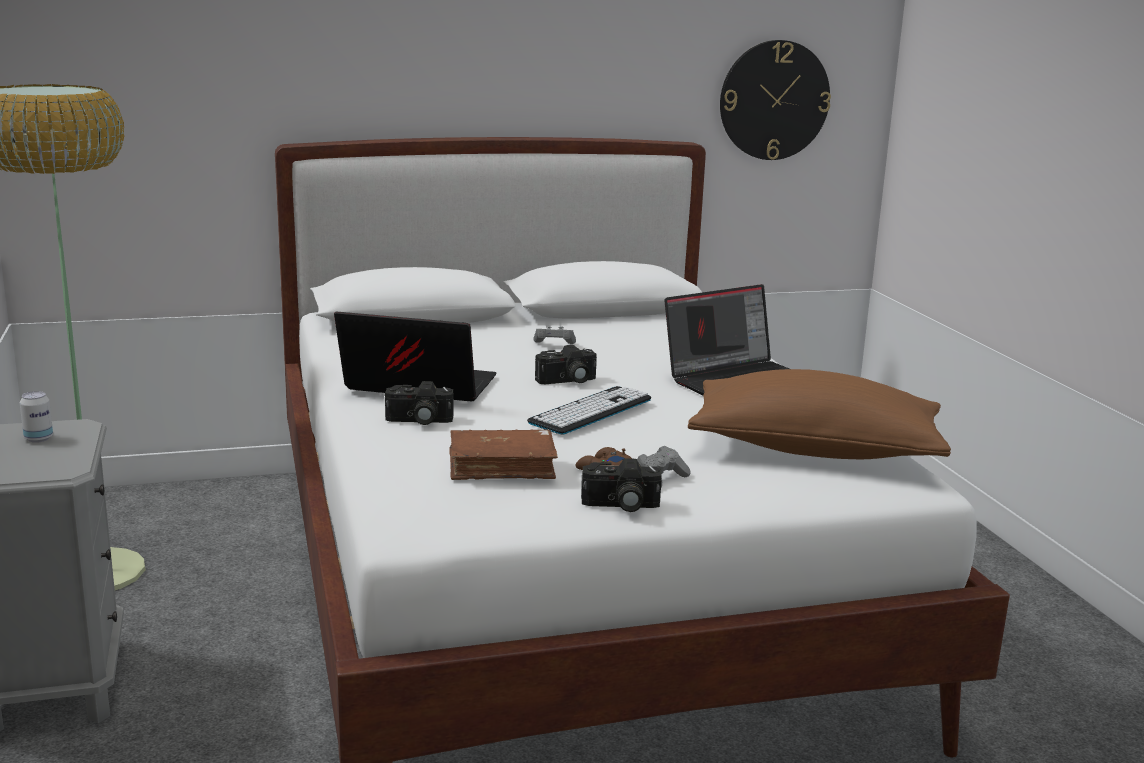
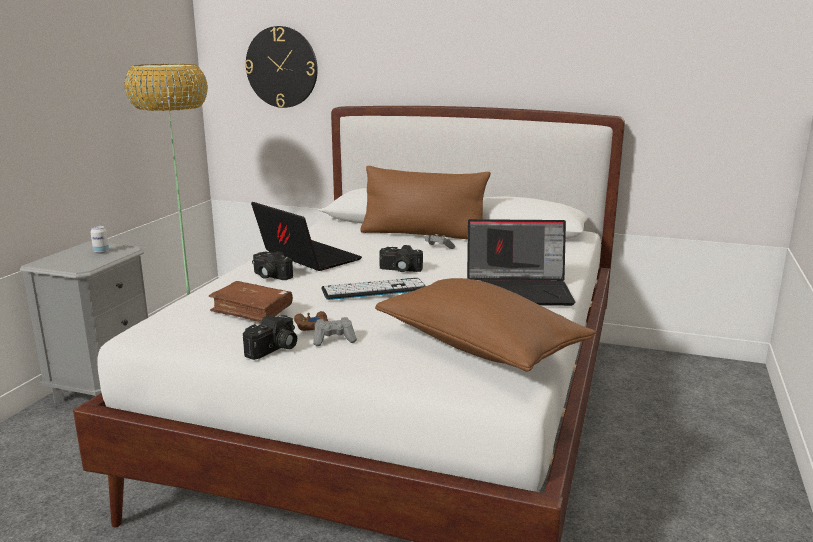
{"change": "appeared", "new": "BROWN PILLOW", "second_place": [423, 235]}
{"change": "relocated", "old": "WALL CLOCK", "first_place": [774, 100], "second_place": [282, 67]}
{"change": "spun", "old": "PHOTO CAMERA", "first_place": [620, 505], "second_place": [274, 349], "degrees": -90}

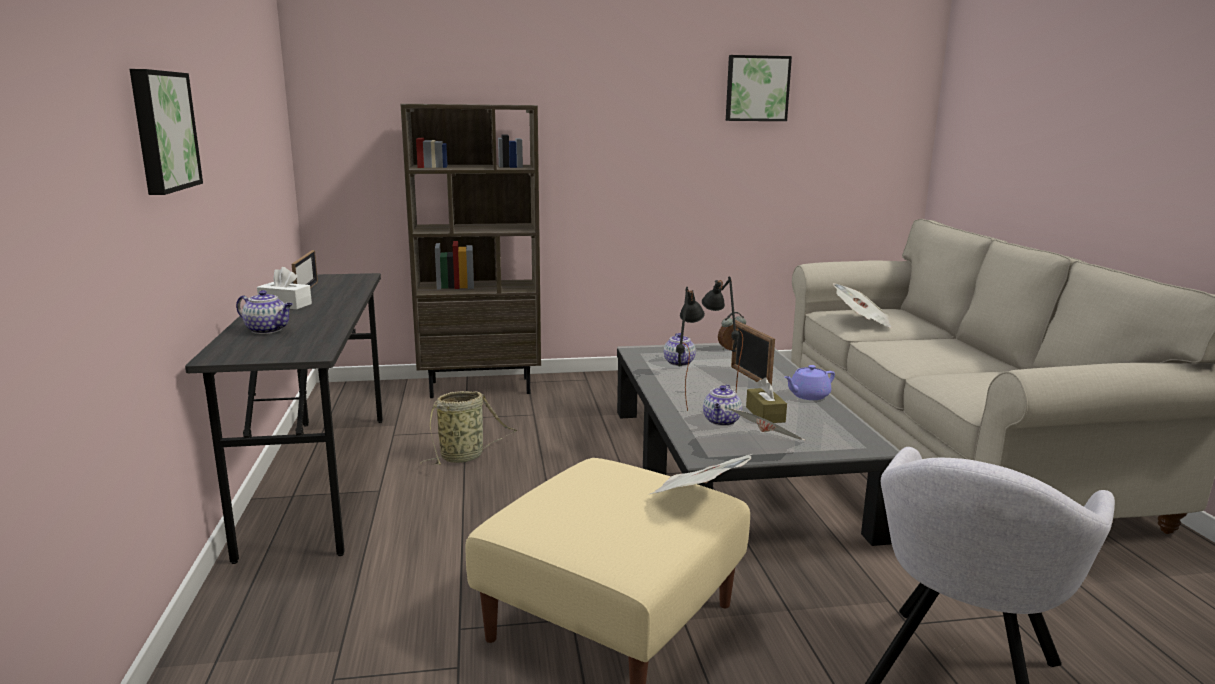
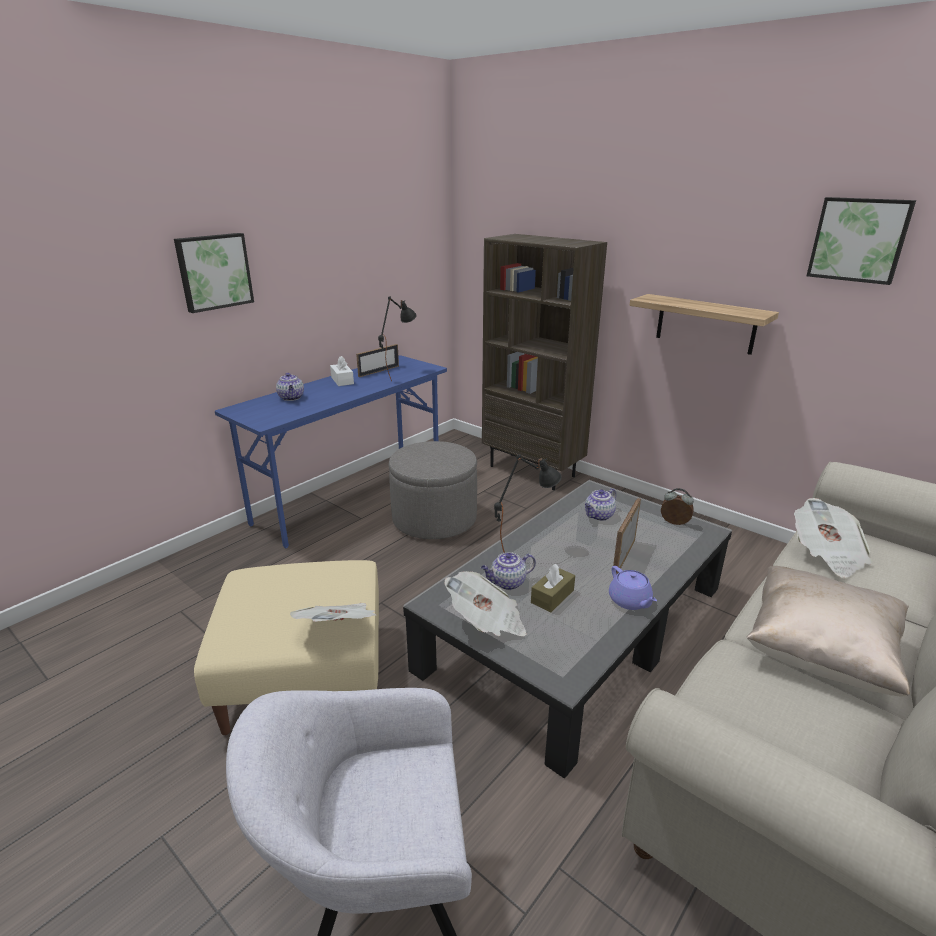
{"change": "appeared", "new": "SHELF", "second_place": [705, 324]}
{"change": "appeared", "new": "BEIGE PILLOW", "second_place": [819, 653]}
{"change": "relocated", "old": "BLACK TABLE LAMP", "first_place": [718, 384], "second_place": [398, 375]}
{"change": "exchanged", "old": "BASKET", "new": "GREY OTTOMAN", "first_place": [465, 456], "second_place": [434, 519]}
{"change": "colour", "old": "GREY DESK", "new": "BLUE DESK", "first_place": [319, 479], "second_place": [351, 496]}
{"change": "spun", "old": "PURPLE TEAPOT", "first_place": [808, 396], "second_place": [630, 601], "degrees": -135}

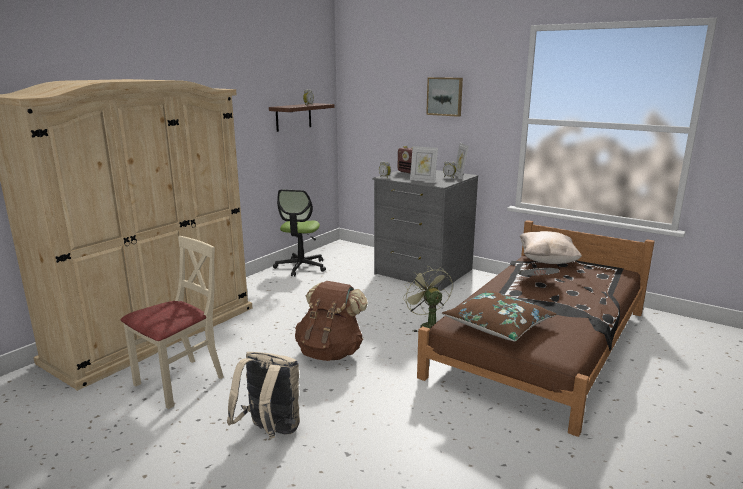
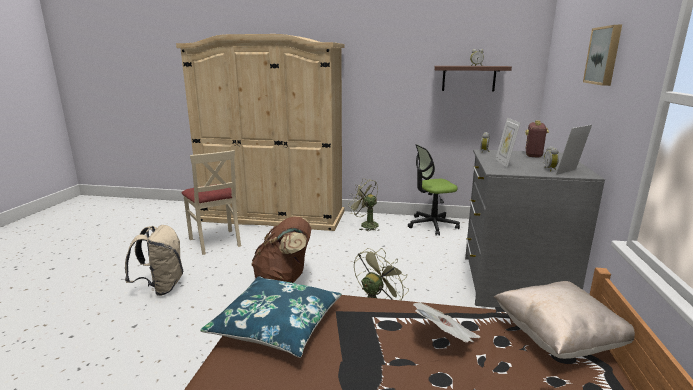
{"change": "appeared", "new": "GREEN FAN", "second_place": [365, 225]}
{"change": "colour", "old": "BROWN PILLOW", "new": "BLUE PILLOW", "first_place": [498, 325], "second_place": [277, 325]}
{"change": "spun", "old": "BEIGE CHAIR", "first_place": [180, 382], "second_place": [216, 242], "degrees": 45}

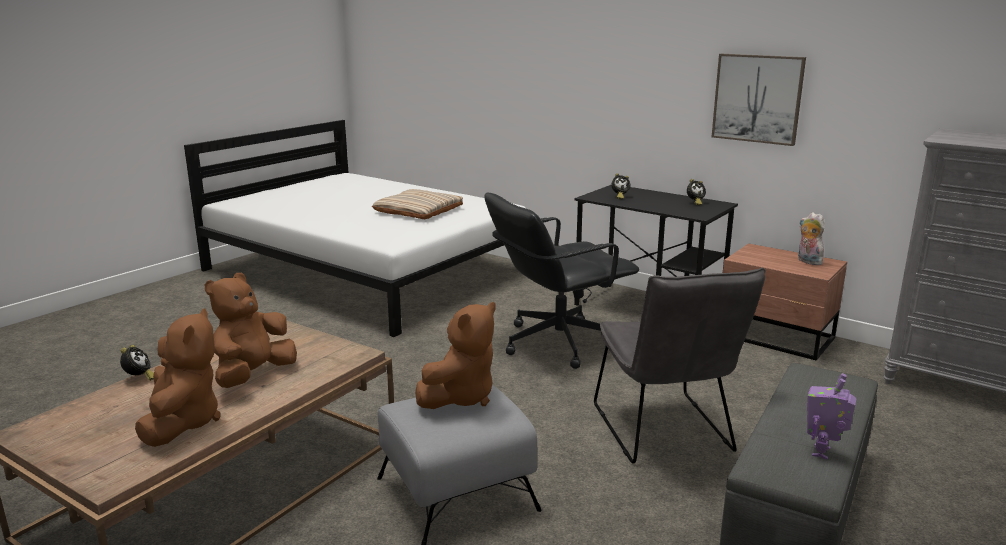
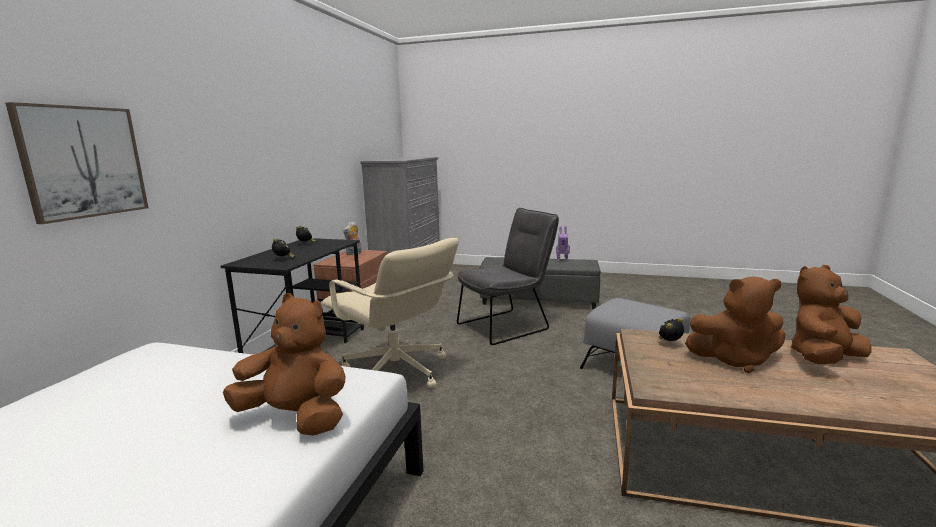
{"change": "missing", "old": "BEIGE PILLOW", "first_place": [418, 210]}
{"change": "relocated", "old": "ALARM CLOCK", "first_place": [139, 378], "second_place": [670, 343]}
{"change": "relocated", "old": "BROWN PLUSH TOY", "first_place": [460, 397], "second_place": [296, 417]}
{"change": "relocated", "old": "PICTURE", "first_place": [757, 98], "second_place": [83, 162]}
{"change": "colour", "old": "BLACK OFFICE CHAIR", "new": "BEIGE OFFICE CHAIR", "first_place": [557, 342], "second_place": [396, 372]}

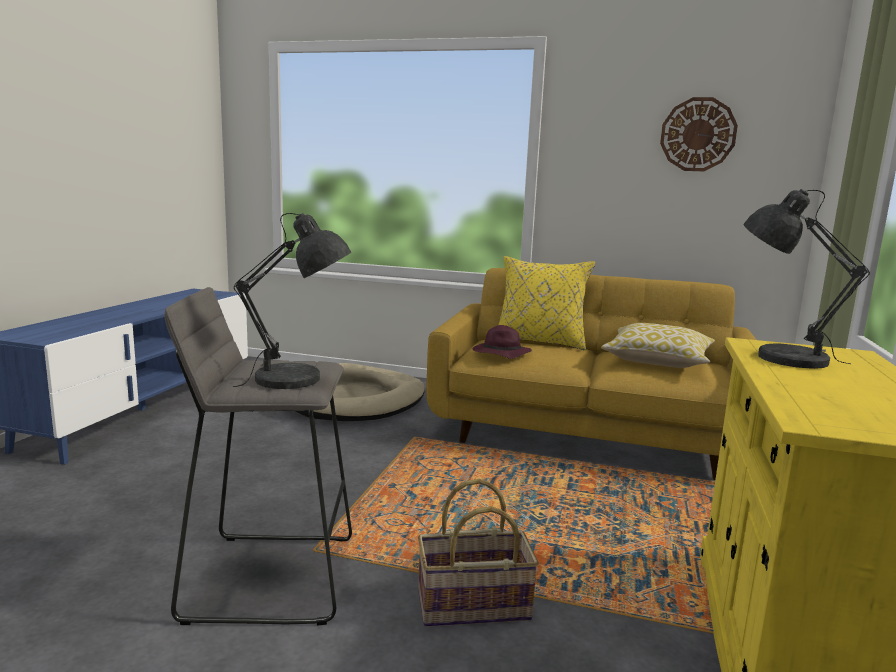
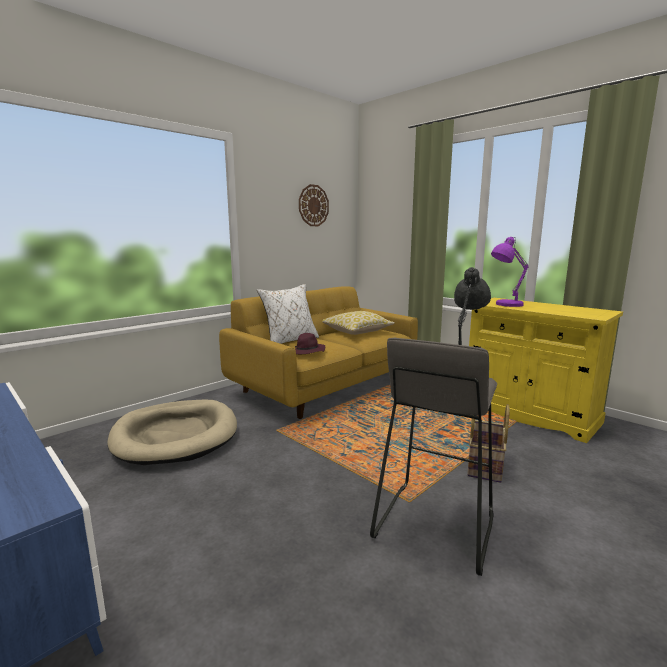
{"change": "colour", "old": "YELLOW PILLOW", "new": "WHITE PILLOW", "first_place": [540, 341], "second_place": [289, 340]}
{"change": "colour", "old": "GREY TABLE LAMP", "new": "PURPLE TABLE LAMP", "first_place": [782, 358], "second_place": [506, 305]}

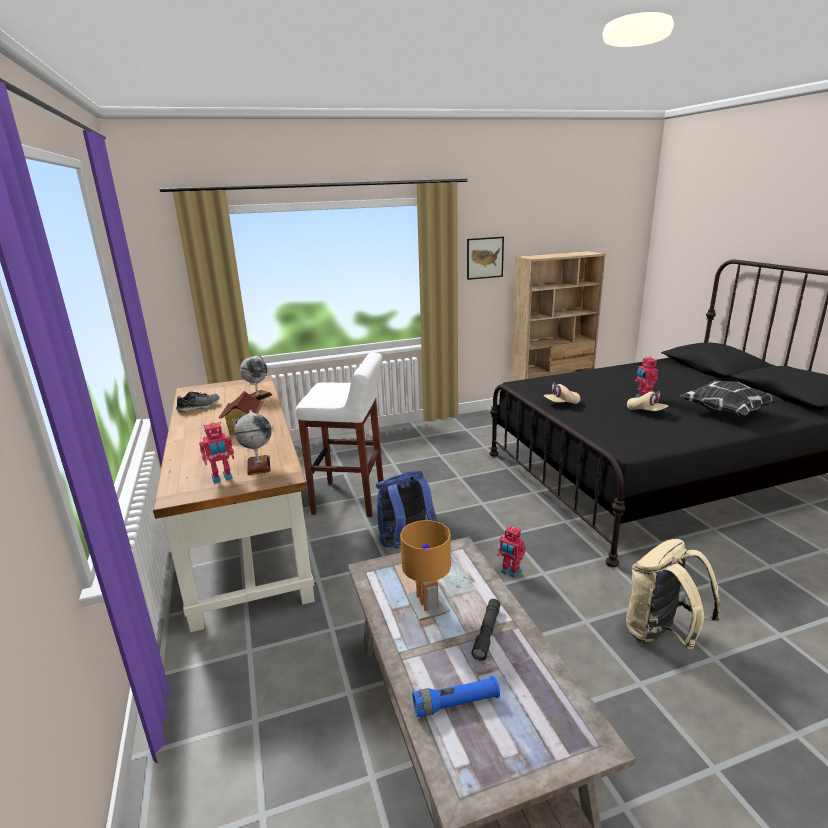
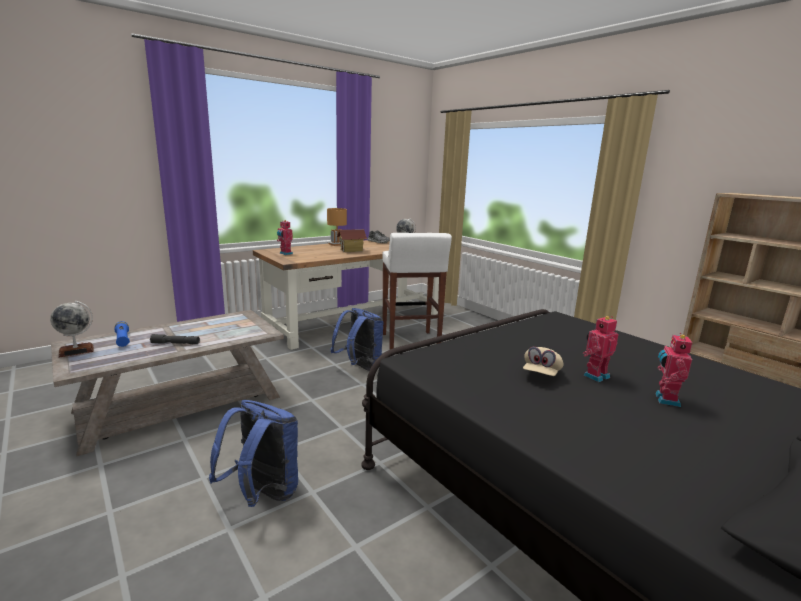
{"change": "missing", "old": "PICTURE", "first_place": [485, 258]}
{"change": "missing", "old": "BEIGE CAP", "first_place": [561, 403]}
{"change": "missing", "old": "PILLOW", "first_place": [725, 412]}
{"change": "relocated", "old": "GLOBE", "first_place": [258, 466], "second_place": [76, 351]}
{"change": "relocated", "old": "BROWN TABLE LAMP", "first_place": [427, 606], "second_place": [337, 244]}
{"change": "relocated", "old": "TOY ROBOT", "first_place": [510, 572], "second_place": [665, 399]}
{"change": "colour", "old": "BEIGE BACKPACK", "new": "BLUE BACKPACK", "first_place": [661, 634], "second_place": [262, 494]}

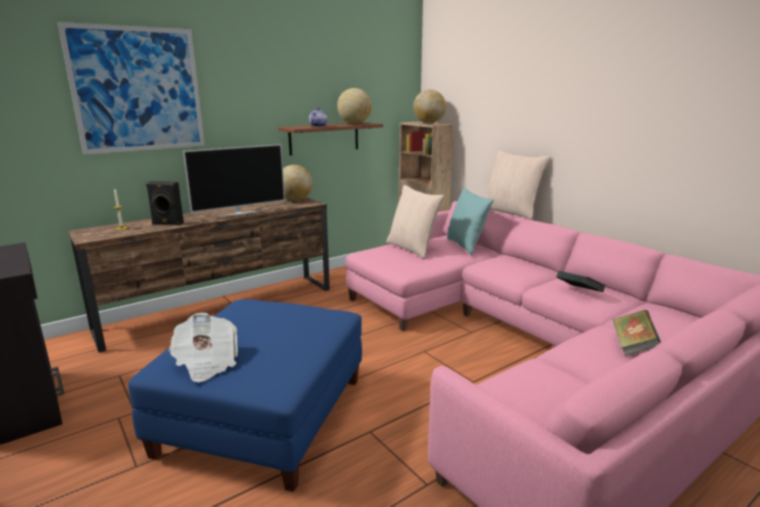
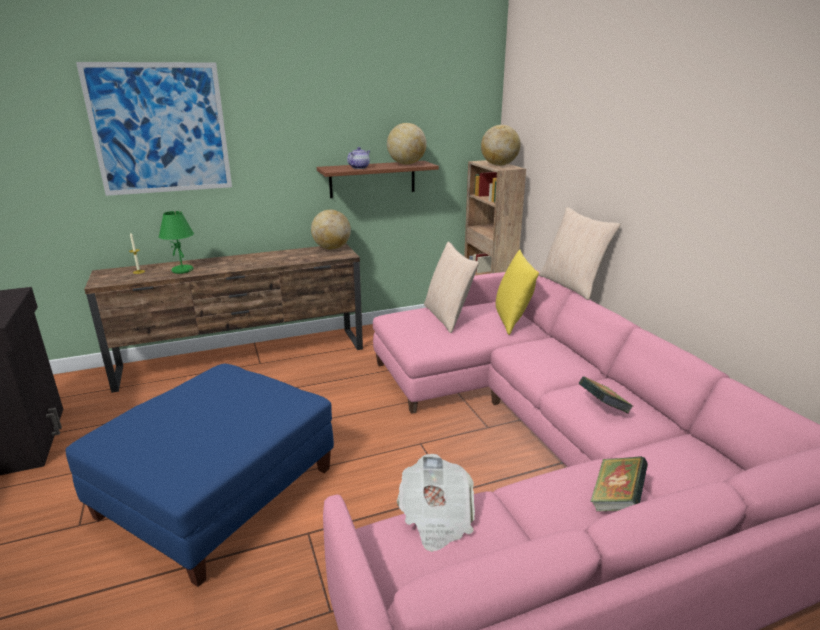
{"change": "missing", "old": "TELEVISION", "first_place": [239, 213]}
{"change": "relocated", "old": "NEWSPAPER", "first_place": [206, 362], "second_place": [436, 518]}
{"change": "exchanged", "old": "BLACK SPEAKER", "new": "GREEN TABLE LAMP", "first_place": [167, 224], "second_place": [183, 270]}
{"change": "colour", "old": "TURQUOISE PILLOW", "new": "YELLOW PILLOW", "first_place": [466, 246], "second_place": [512, 320]}

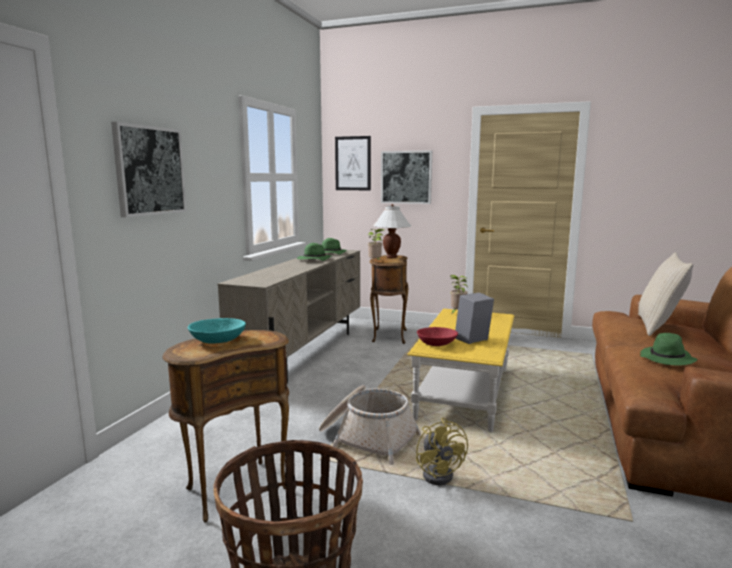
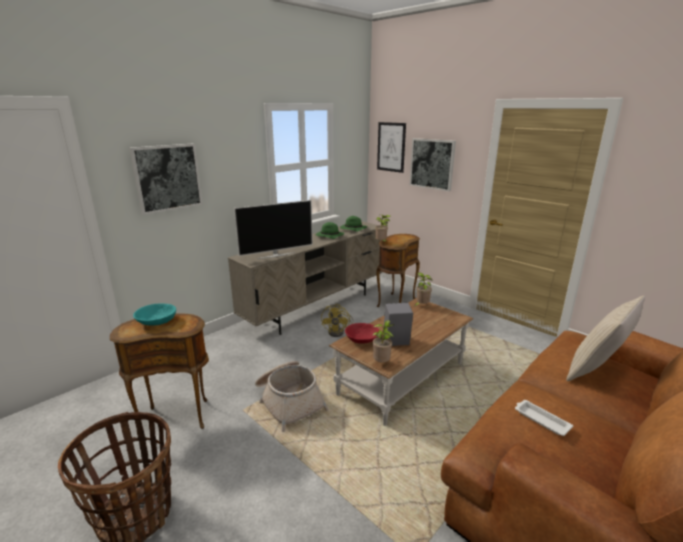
{"change": "missing", "old": "WHITE TABLE LAMP", "first_place": [391, 257]}
{"change": "appeared", "new": "TELEVISION", "second_place": [276, 255]}
{"change": "appeared", "new": "POTTED PLANT", "second_place": [382, 363]}
{"change": "relocated", "old": "YELLOW FAN", "first_place": [440, 473], "second_place": [339, 332]}
{"change": "exchanged", "old": "GREEN HAT", "new": "WHITE TRAY", "first_place": [667, 359], "second_place": [541, 419]}
{"change": "colour", "old": "YELLOW COFFEE TABLE", "new": "BROWN COFFEE TABLE", "first_place": [464, 393], "second_place": [402, 378]}

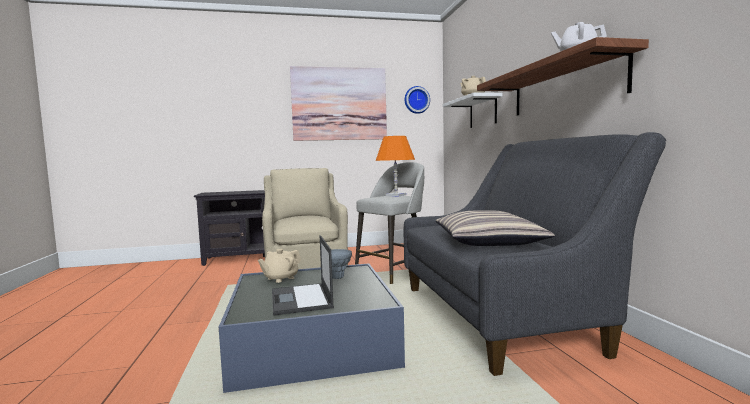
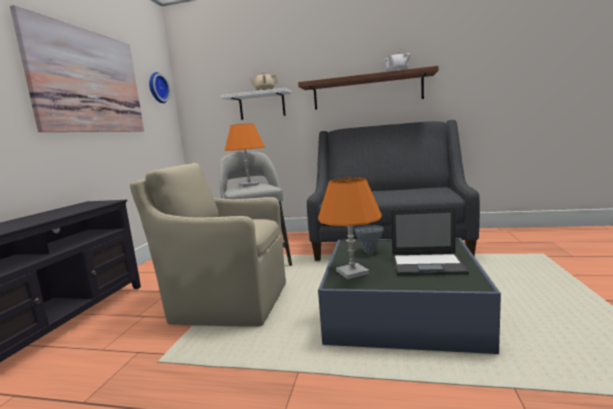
{"change": "missing", "old": "PILLOW", "first_place": [488, 241]}
{"change": "exchanged", "old": "BEIGE TEAPOT", "new": "ORANGE TABLE LAMP", "first_place": [280, 278], "second_place": [352, 272]}

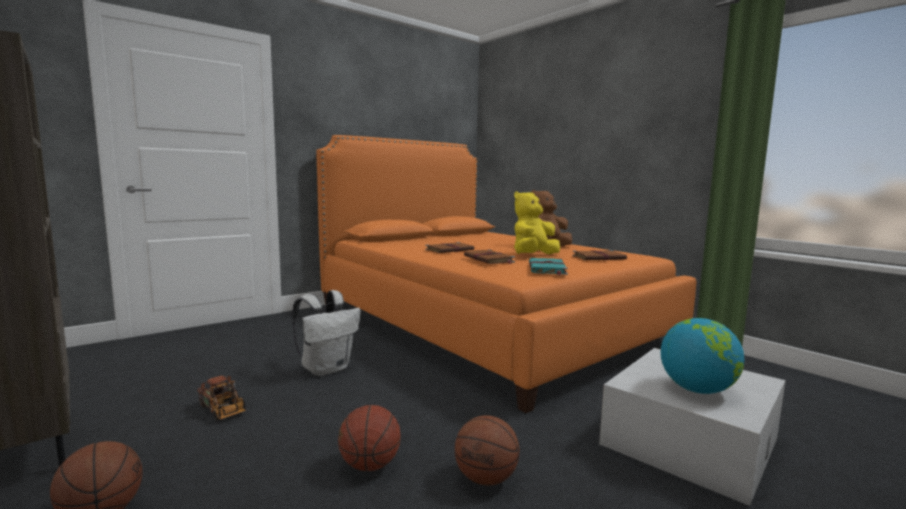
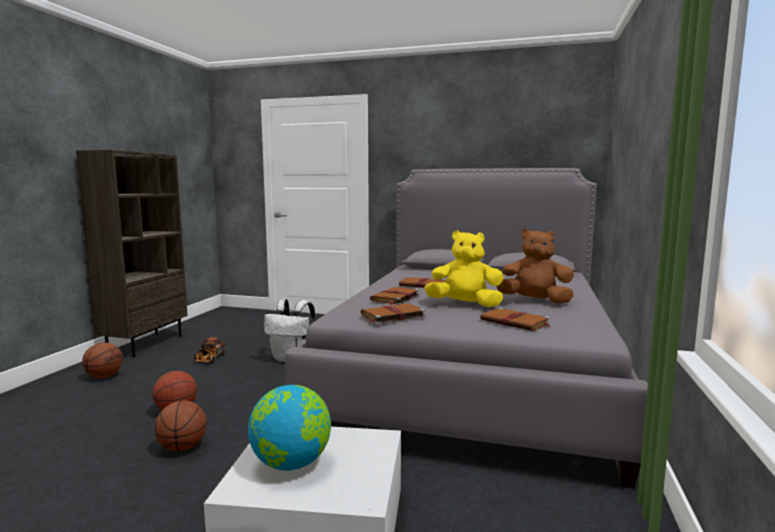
{"change": "colour", "old": "ORANGE BED", "new": "GREY BED", "first_place": [485, 323], "second_place": [472, 373]}
{"change": "colour", "old": "TURQUOISE BOOK", "new": "BROWN BOOK", "first_place": [547, 269], "second_place": [392, 316]}

